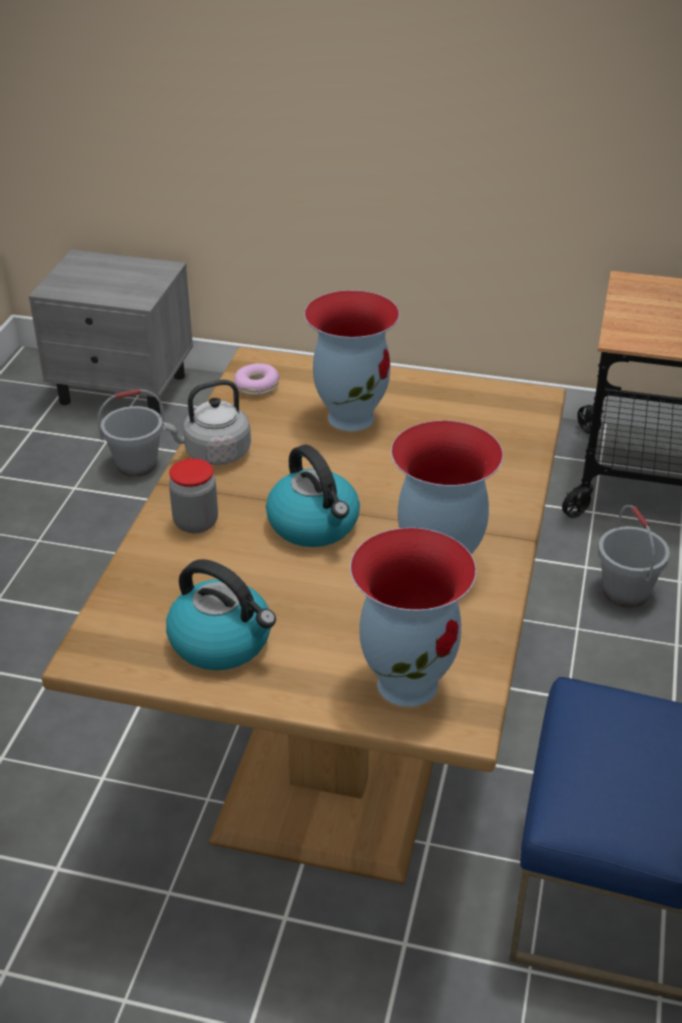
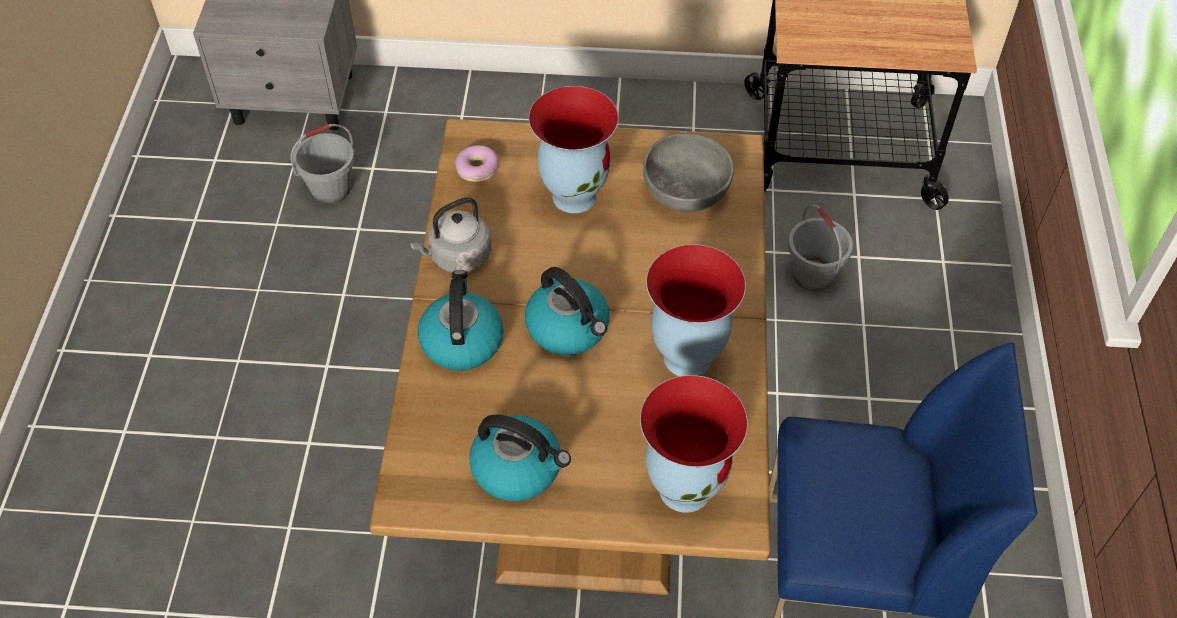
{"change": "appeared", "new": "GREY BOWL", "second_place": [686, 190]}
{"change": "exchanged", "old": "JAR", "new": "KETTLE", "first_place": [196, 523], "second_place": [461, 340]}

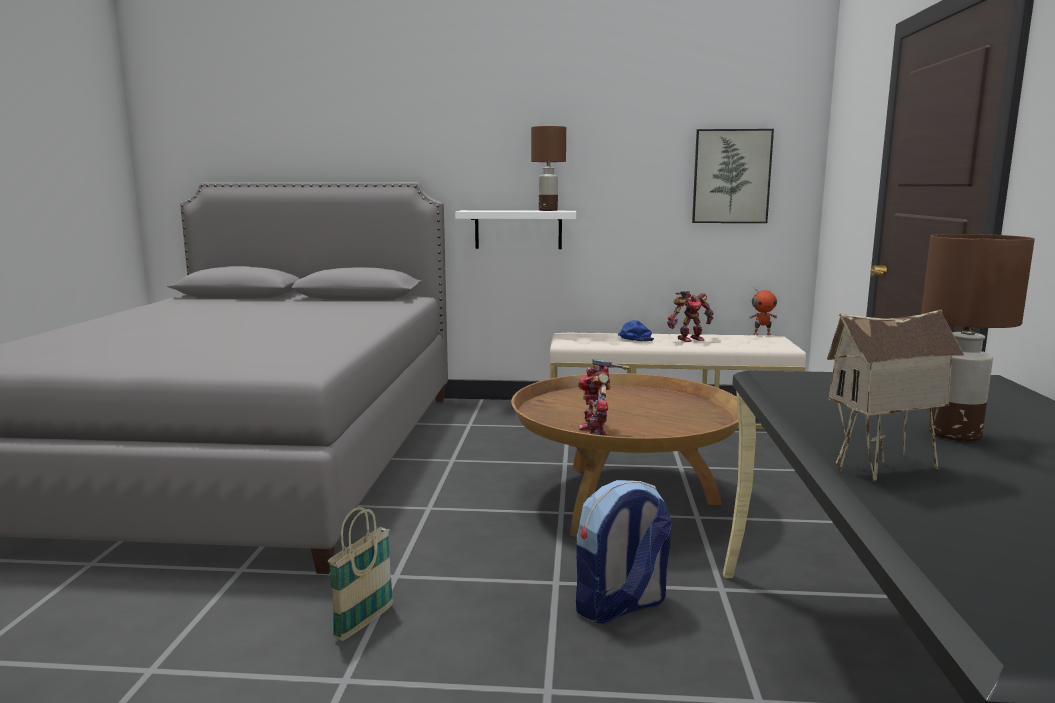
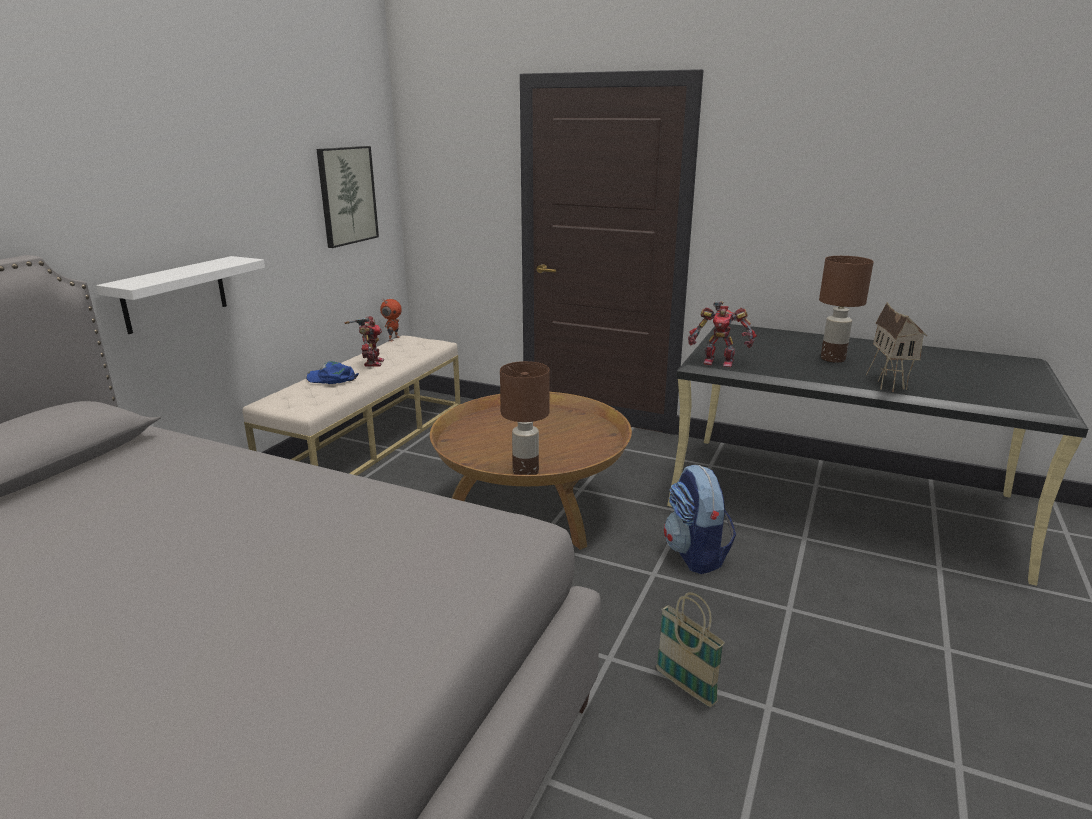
{"change": "relocated", "old": "BROWN TABLE LAMP", "first_place": [548, 210], "second_place": [526, 472]}
{"change": "relocated", "old": "TOY ROBOT", "first_place": [595, 432], "second_place": [718, 361]}

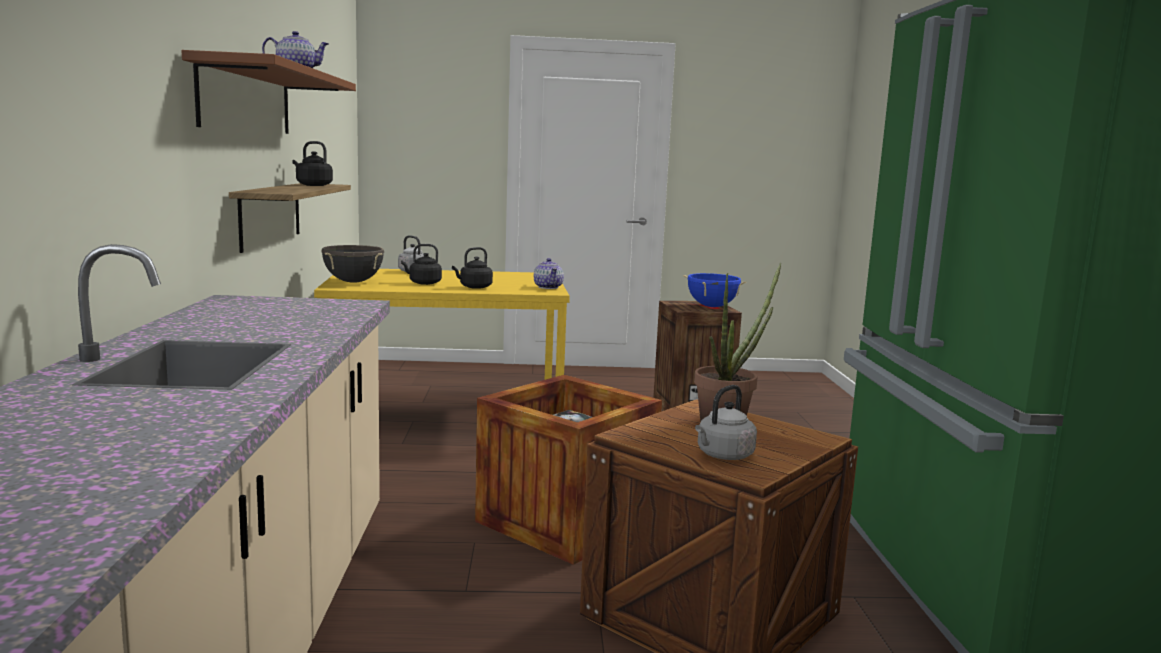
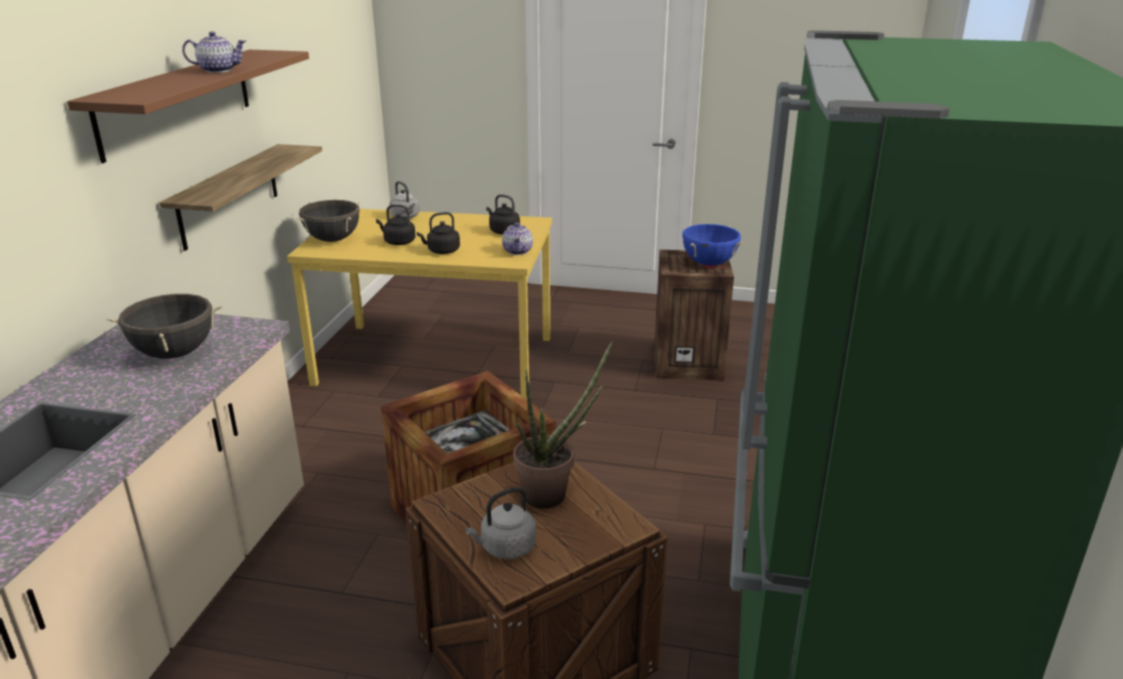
{"change": "appeared", "new": "BLACK COOKING POT", "second_place": [175, 353]}
{"change": "relocated", "old": "BLACK KETTLE", "first_place": [312, 185], "second_place": [503, 231]}

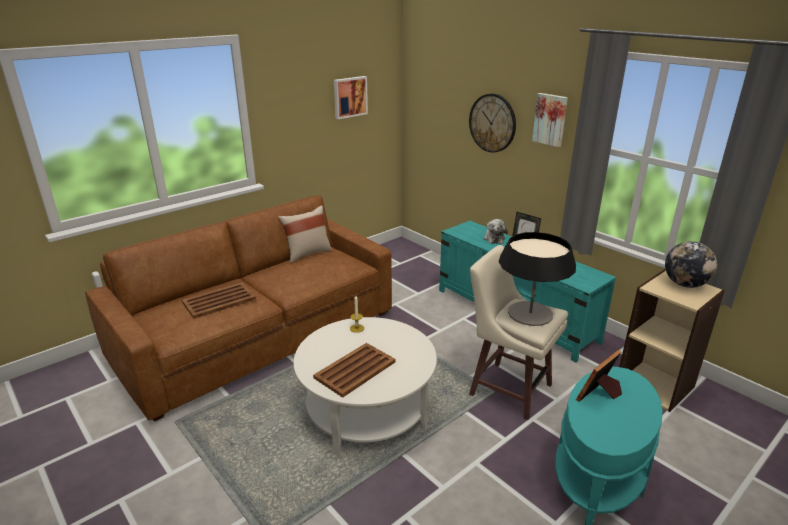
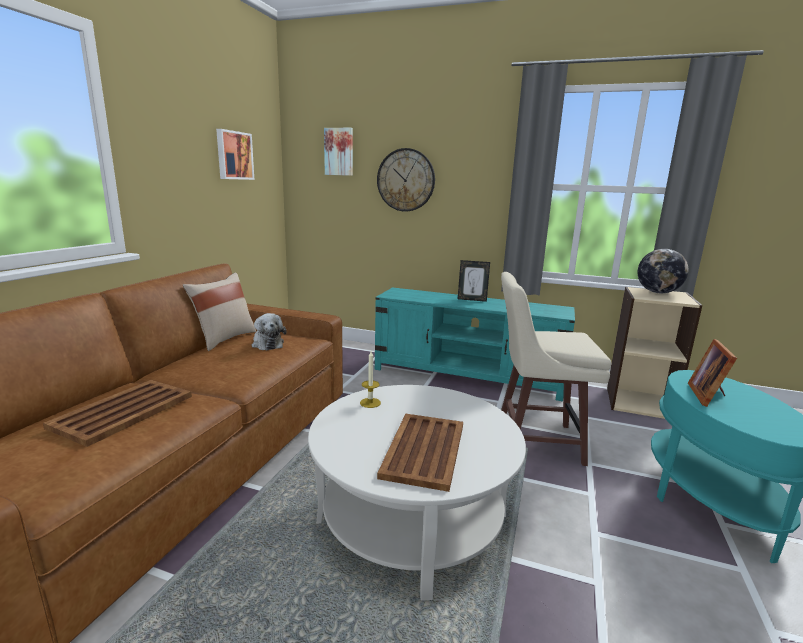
{"change": "missing", "old": "TABLE LAMP", "first_place": [530, 313]}
{"change": "relocated", "old": "PLUSH TOY", "first_place": [493, 238], "second_place": [267, 344]}
{"change": "relocated", "old": "PICTURE", "first_place": [550, 119], "second_place": [339, 152]}

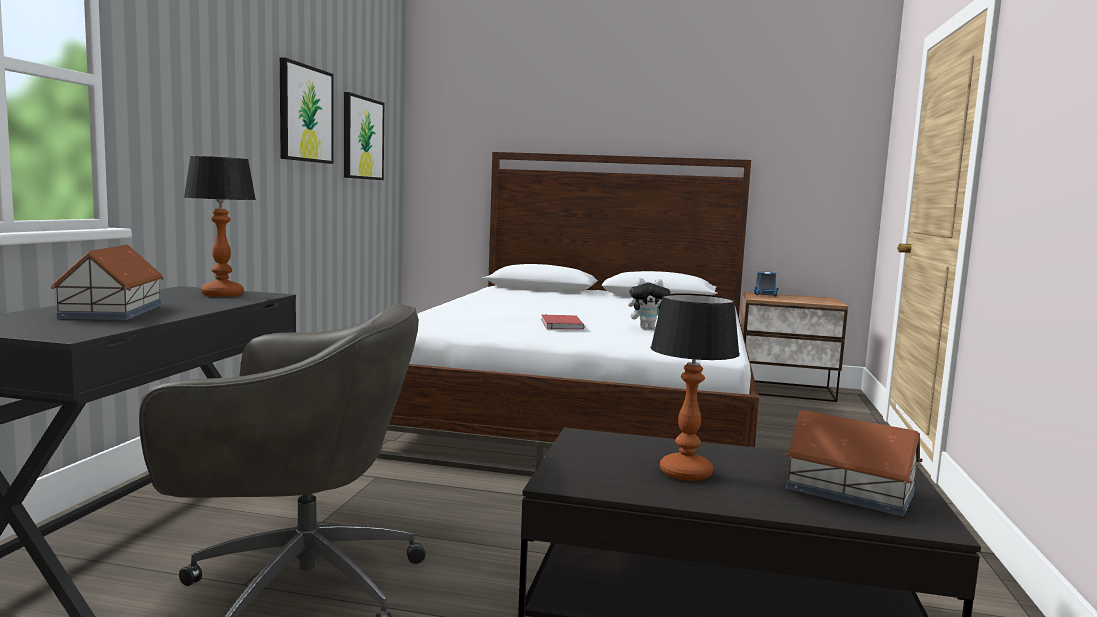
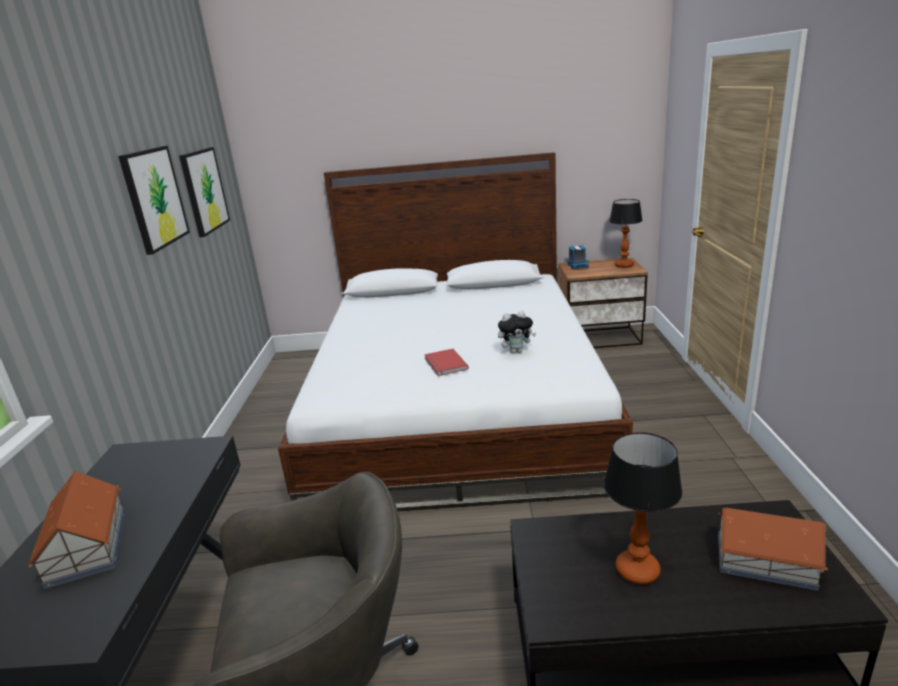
{"change": "relocated", "old": "TABLE LAMP", "first_place": [223, 294], "second_place": [624, 265]}

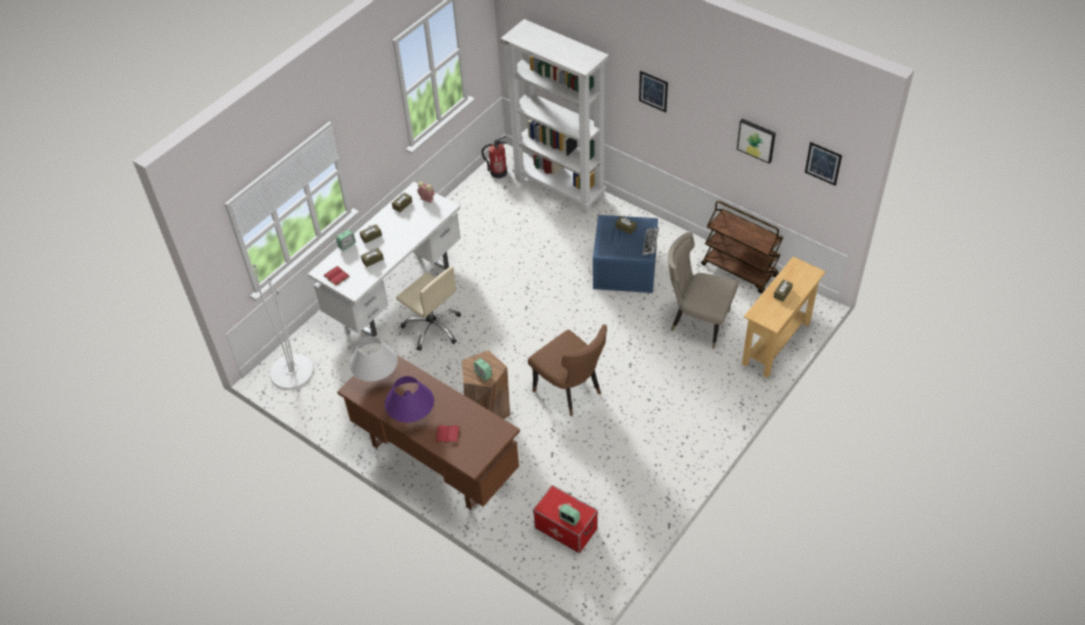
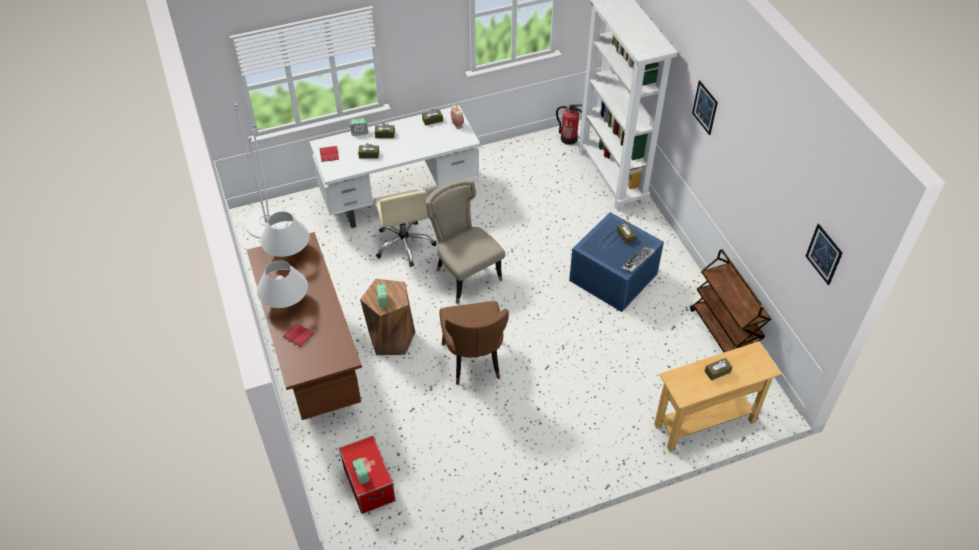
{"change": "missing", "old": "PICTURE", "first_place": [756, 140]}
{"change": "relocated", "old": "BEIGE CHAIR", "first_place": [697, 322], "second_place": [465, 275]}
{"change": "colour", "old": "PURPLE TABLE LAMP", "new": "WHITE TABLE LAMP", "first_place": [412, 414], "second_place": [286, 301]}

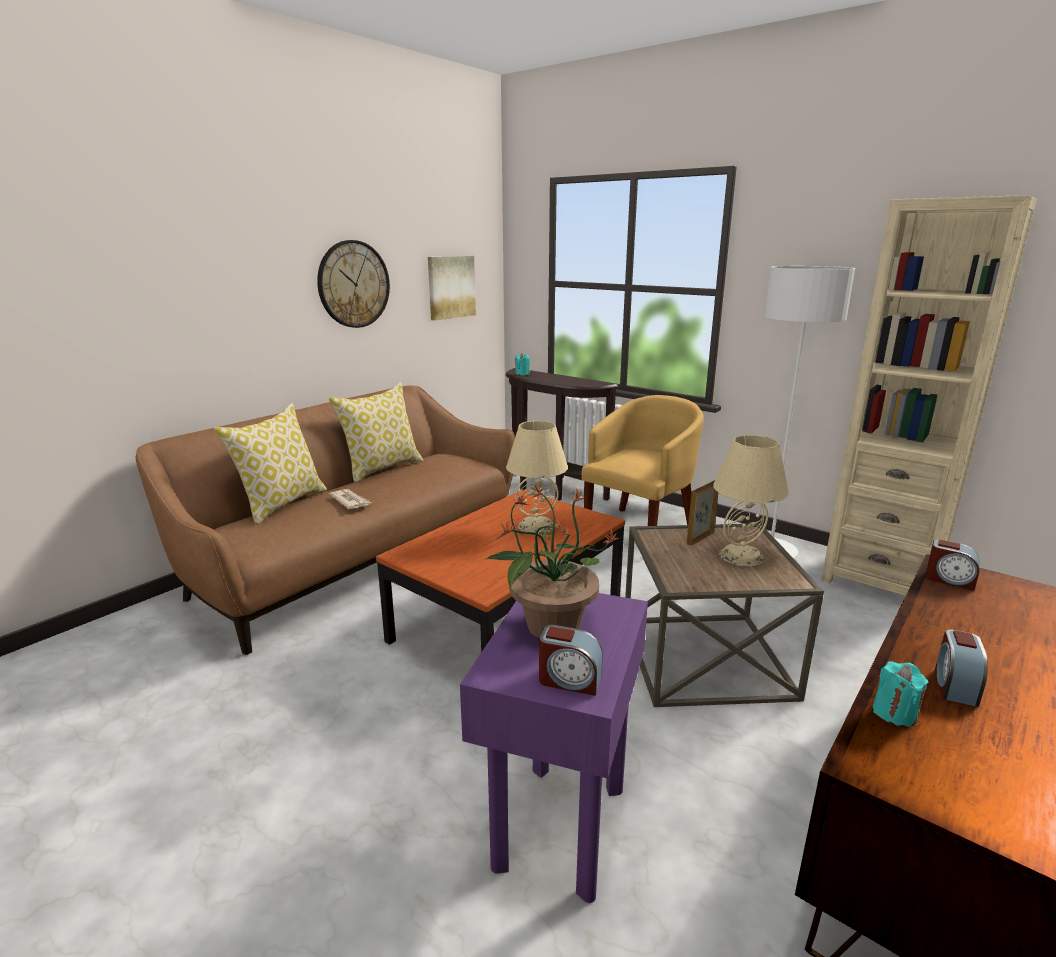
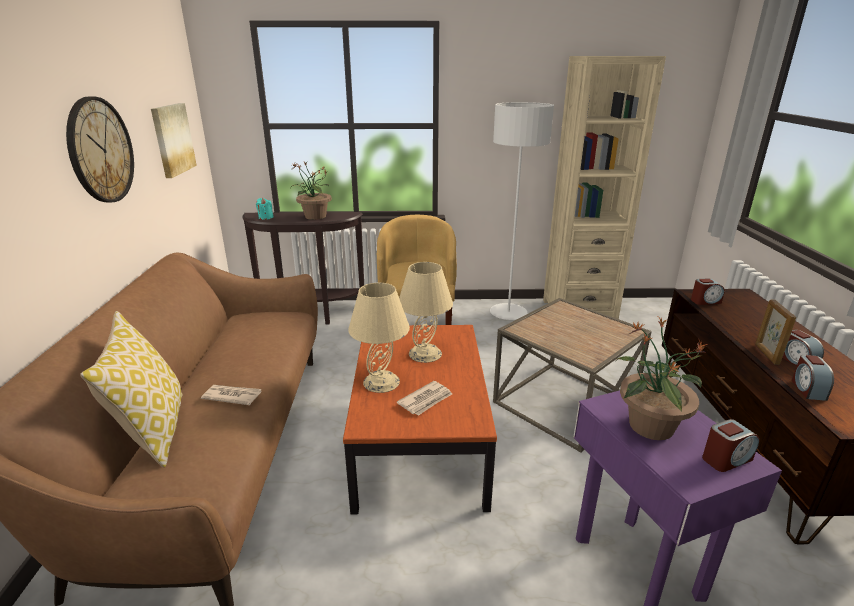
{"change": "missing", "old": "PILLOW", "first_place": [382, 468]}
{"change": "appeared", "new": "POTTED PLANT", "second_place": [315, 216]}
{"change": "appeared", "new": "NEWSPAPER", "second_place": [426, 400]}
{"change": "relocated", "old": "PICTURE FRAME", "first_place": [699, 538], "second_place": [766, 354]}
{"change": "relocated", "old": "BEIGE TABLE LAMP", "first_place": [741, 556], "second_place": [381, 381]}
{"change": "exchanged", "old": "TURQUOISE CANDLE", "new": "ALARM CLOCK", "first_place": [894, 713], "second_place": [807, 389]}

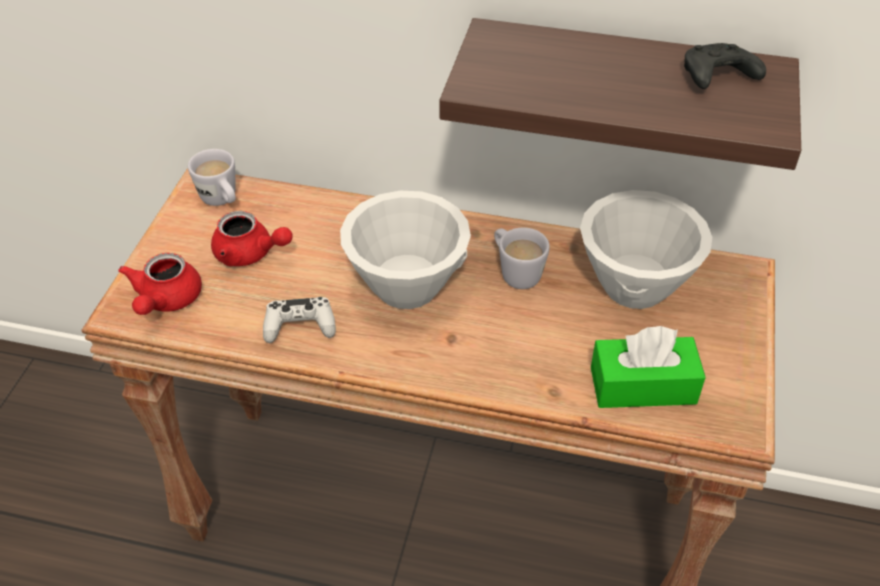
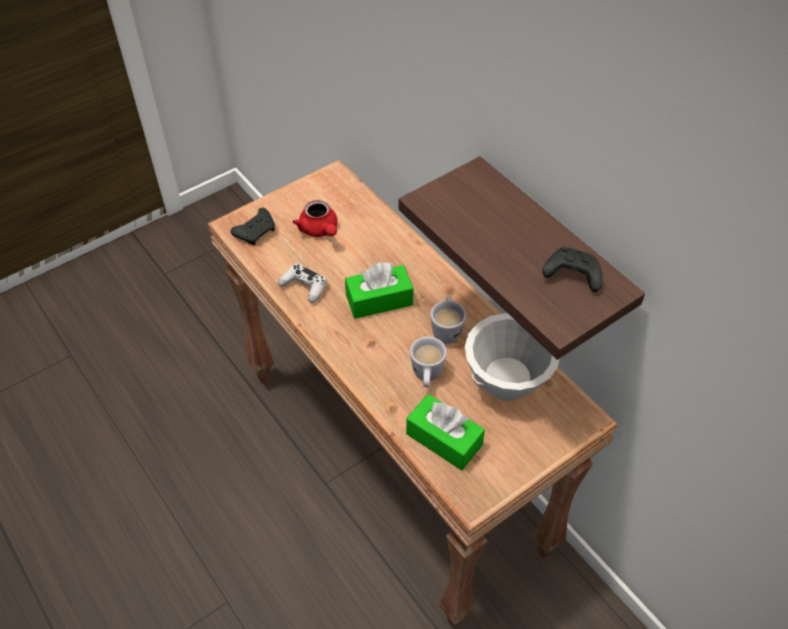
{"change": "relocated", "old": "WHITE MUG", "first_place": [222, 201], "second_place": [426, 377]}
{"change": "exchanged", "old": "RED TEAPOT", "new": "BLACK GAME CONTROLLER", "first_place": [166, 300], "second_place": [256, 231]}
{"change": "exchanged", "old": "WHITE BOWL", "new": "GREEN TISSUE BOX", "first_place": [407, 287], "second_place": [379, 300]}

